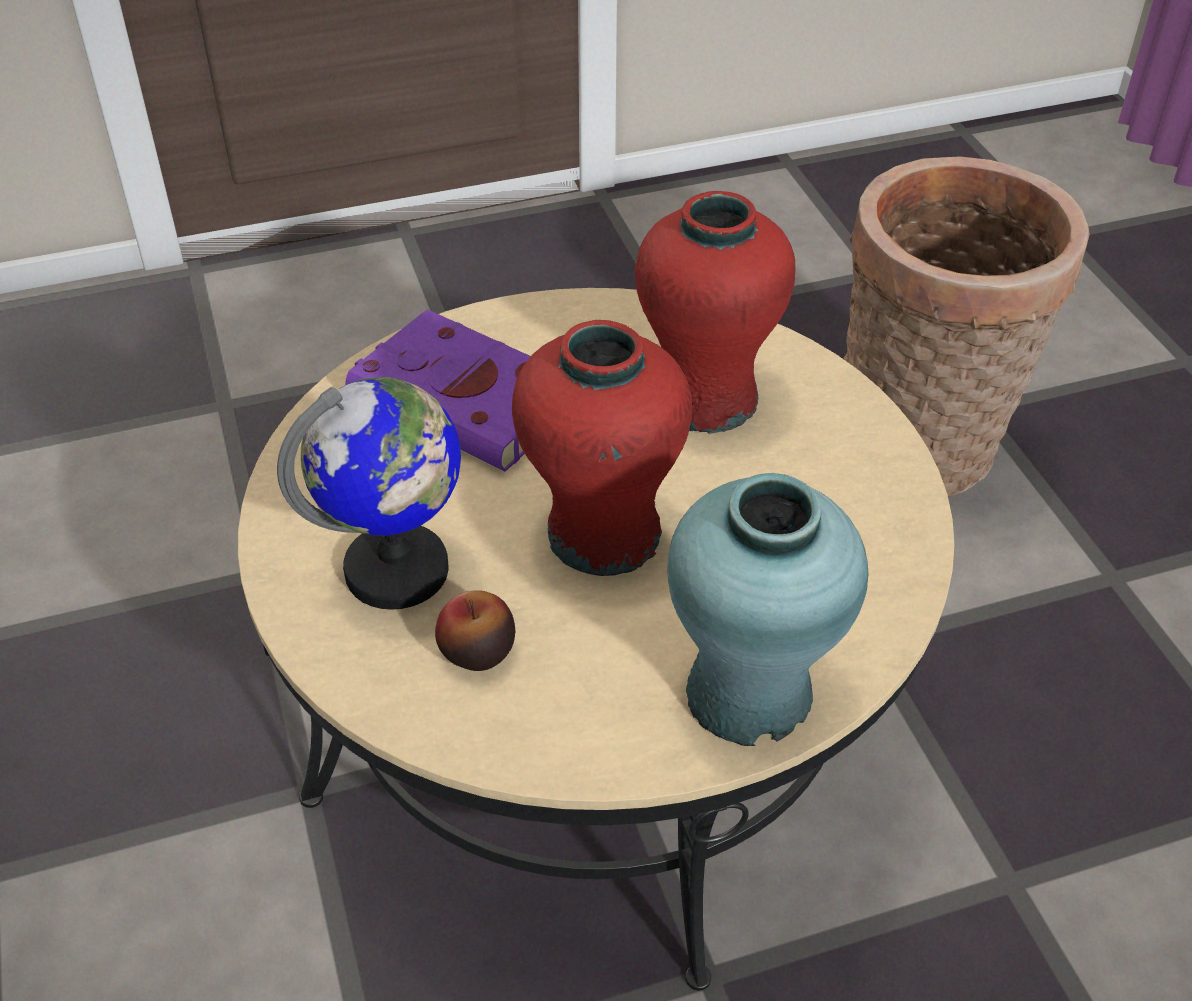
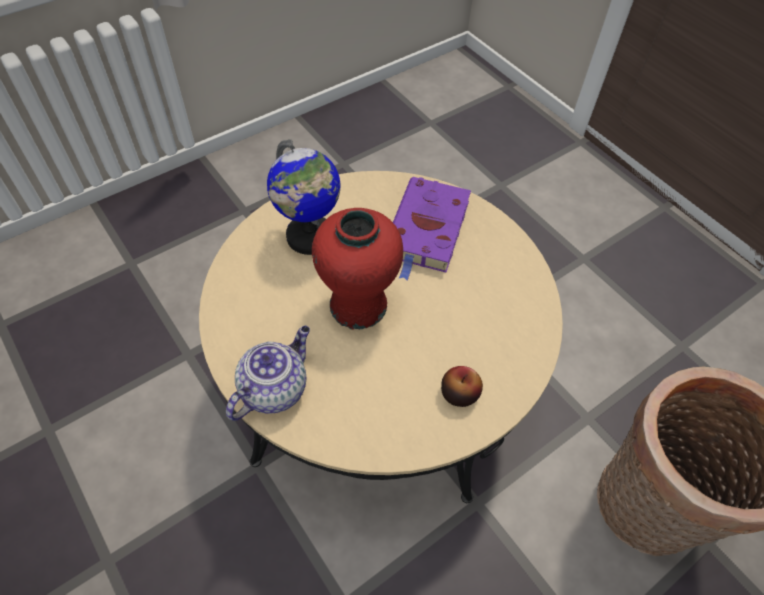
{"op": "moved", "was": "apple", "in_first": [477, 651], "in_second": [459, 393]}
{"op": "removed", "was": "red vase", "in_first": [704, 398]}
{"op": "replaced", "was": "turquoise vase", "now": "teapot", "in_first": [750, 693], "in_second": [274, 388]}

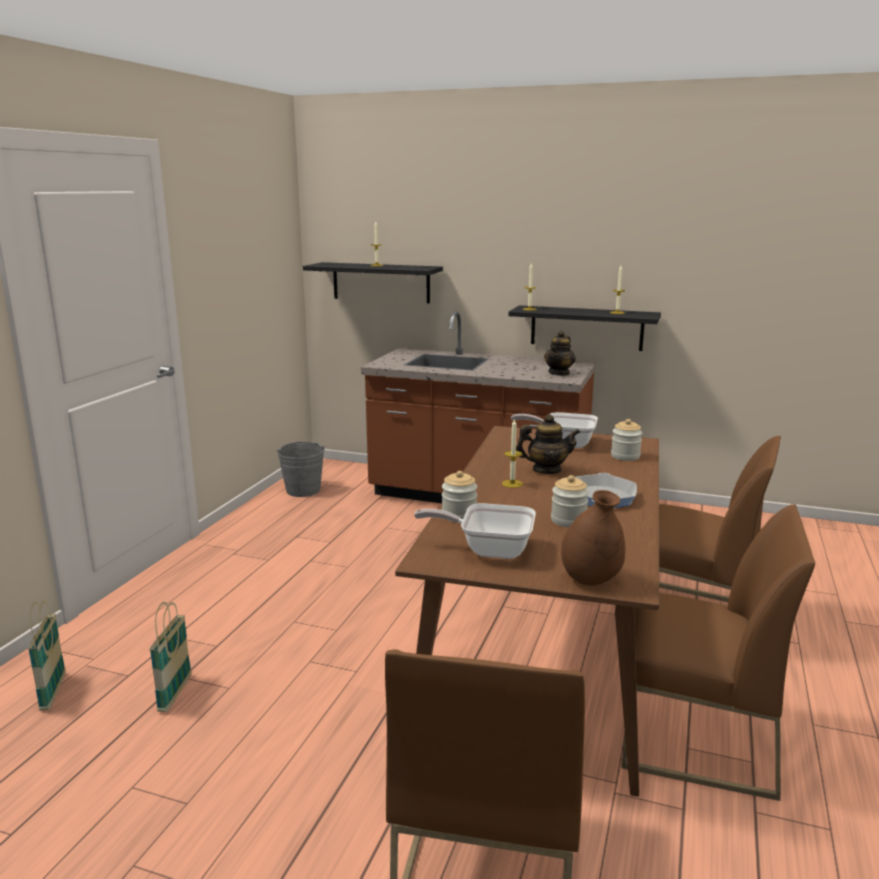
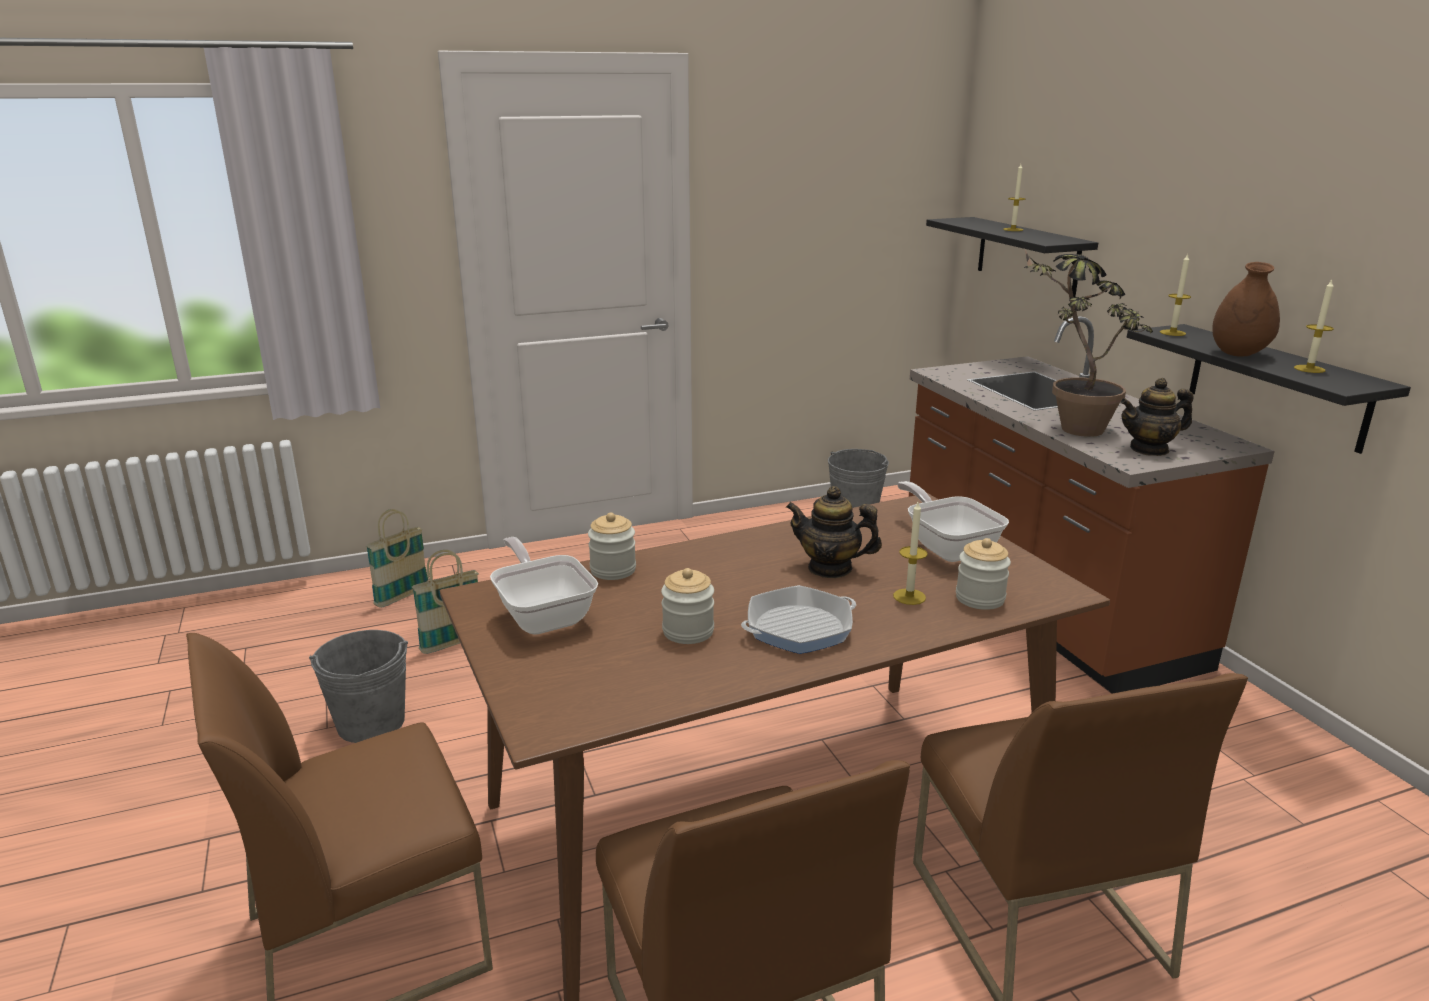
{"op": "moved", "was": "candle", "in_first": [512, 484], "in_second": [909, 597]}
{"op": "turned", "was": "teapot", "in_first": [546, 470], "in_second": [830, 568], "clockwise": 150}
{"op": "moved", "was": "brown vase", "in_first": [590, 580], "in_second": [1238, 354]}
{"op": "added", "now": "grey bucket", "in_second": [371, 723]}
{"op": "added", "now": "potted plant", "in_second": [1068, 426]}

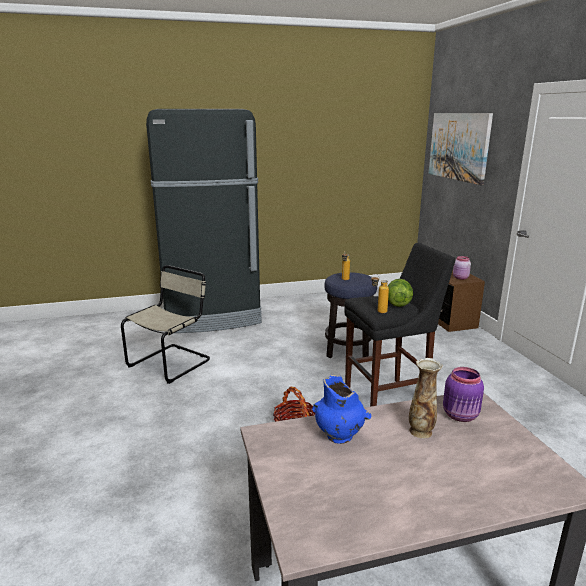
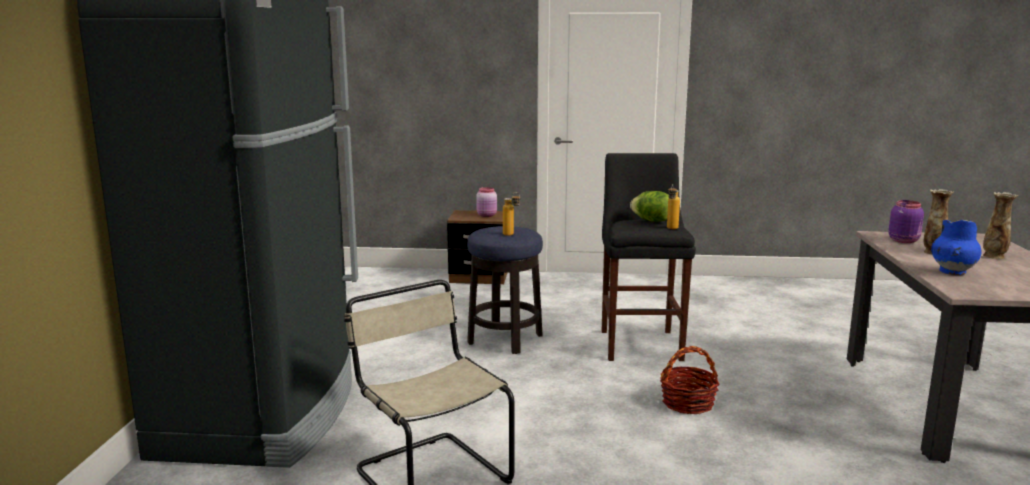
{"op": "removed", "was": "picture", "in_first": [459, 146]}
{"op": "added", "now": "vase", "in_second": [994, 256]}

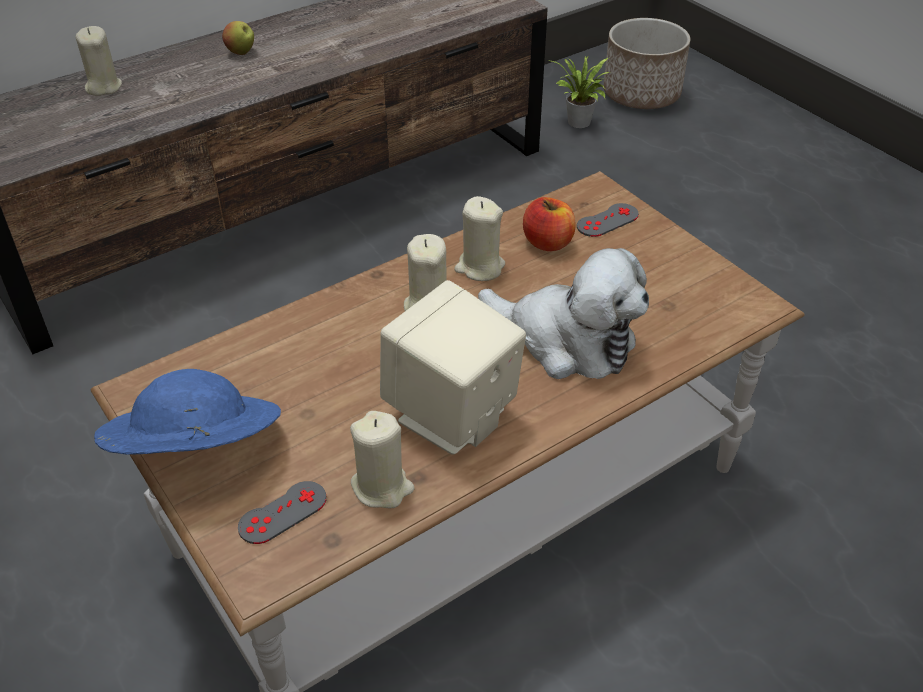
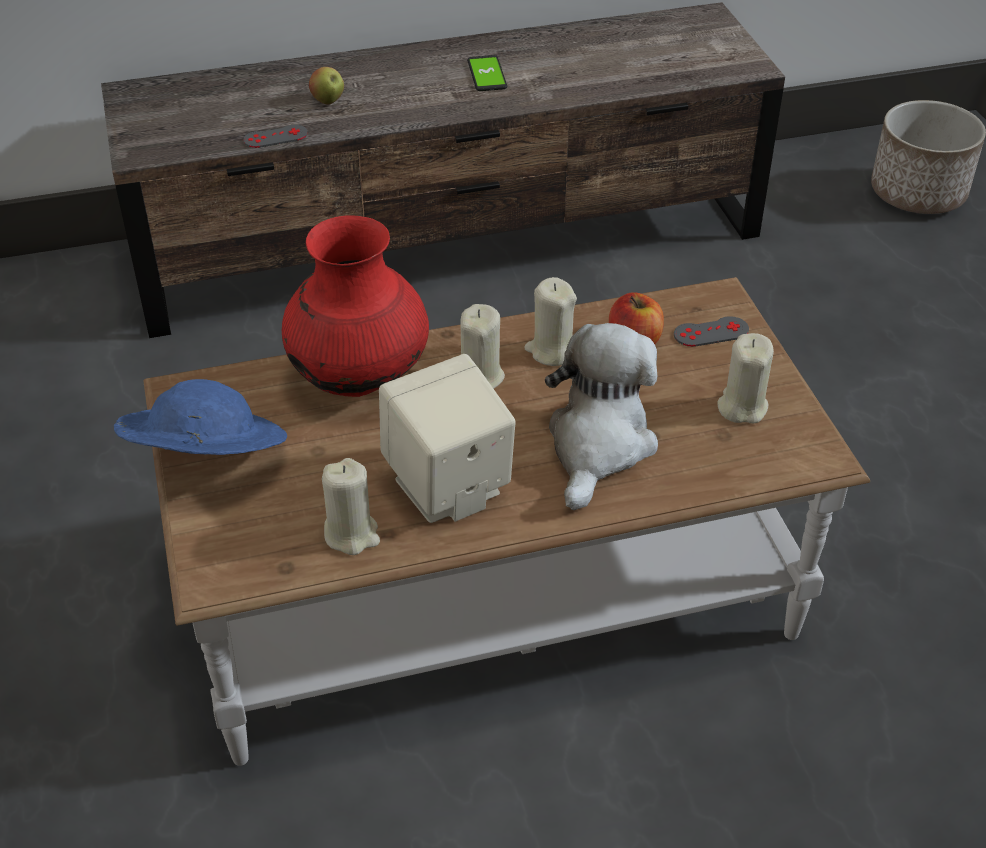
{"op": "moved", "was": "beige candle", "in_first": [103, 87], "in_second": [742, 407]}
{"op": "moved", "was": "apple", "in_first": [241, 52], "in_second": [328, 101]}
{"op": "moved", "was": "grey game controller", "in_first": [282, 512], "in_second": [275, 137]}
{"op": "turned", "was": "plush toy", "in_first": [567, 341], "in_second": [598, 445], "clockwise": -120}
{"op": "removed", "was": "potted plant", "in_first": [579, 124]}
{"op": "added", "now": "red vase", "in_second": [359, 378]}
{"op": "added", "now": "phone", "in_second": [487, 74]}

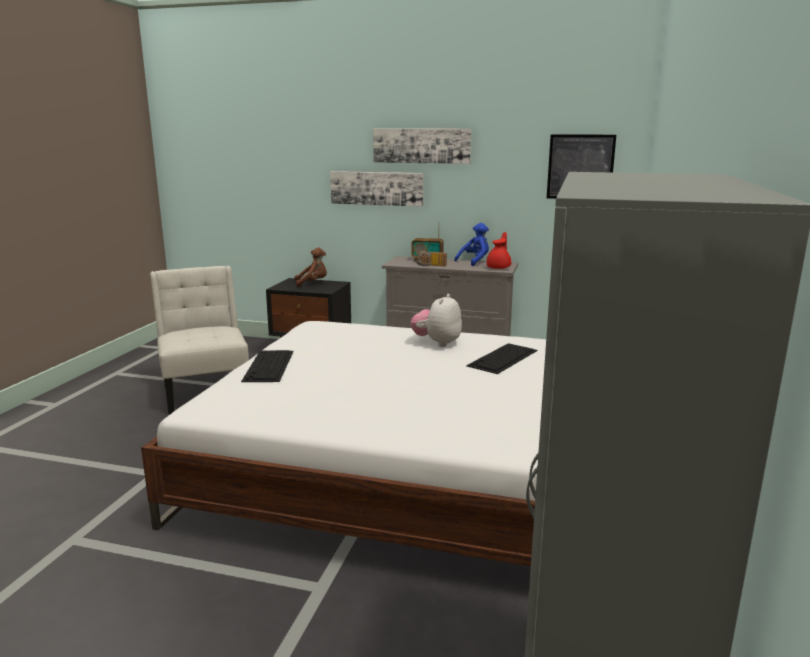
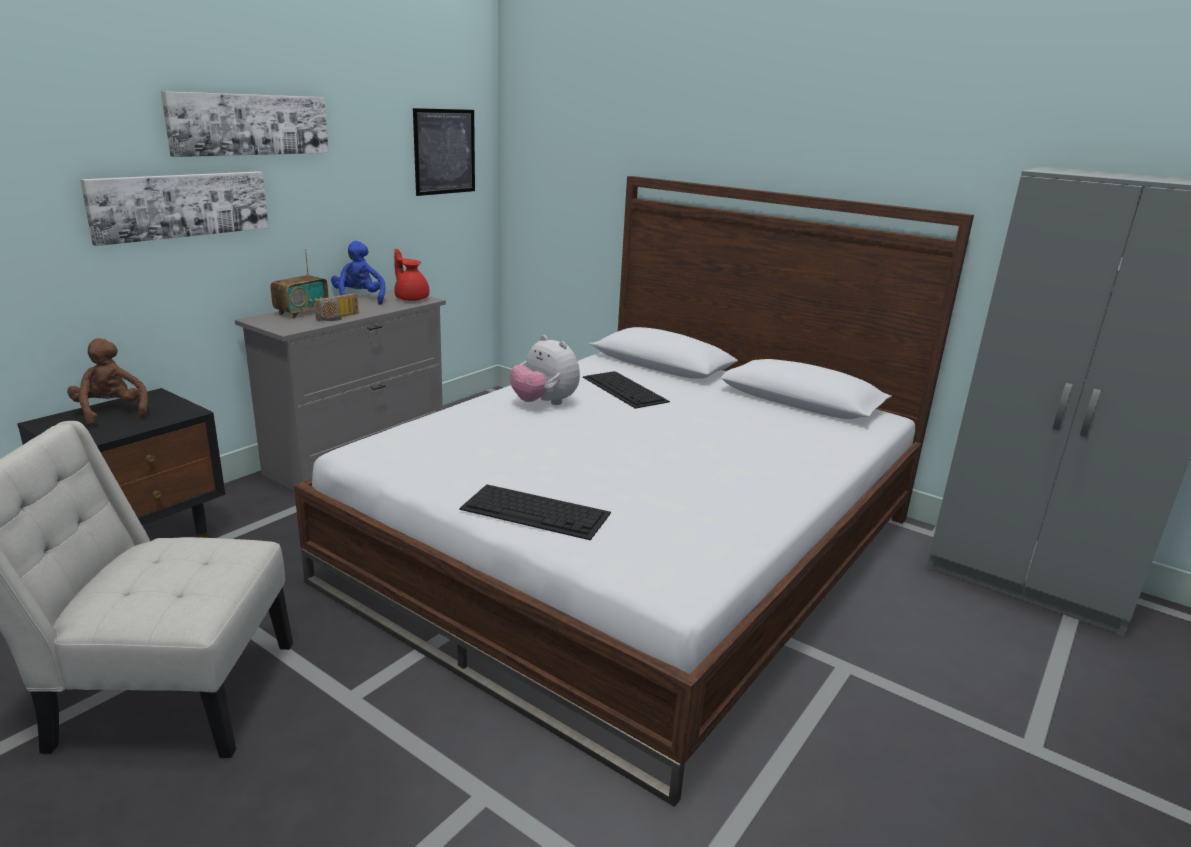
{"op": "turned", "was": "brown plush toy", "in_first": [313, 283], "in_second": [112, 412], "clockwise": -45}

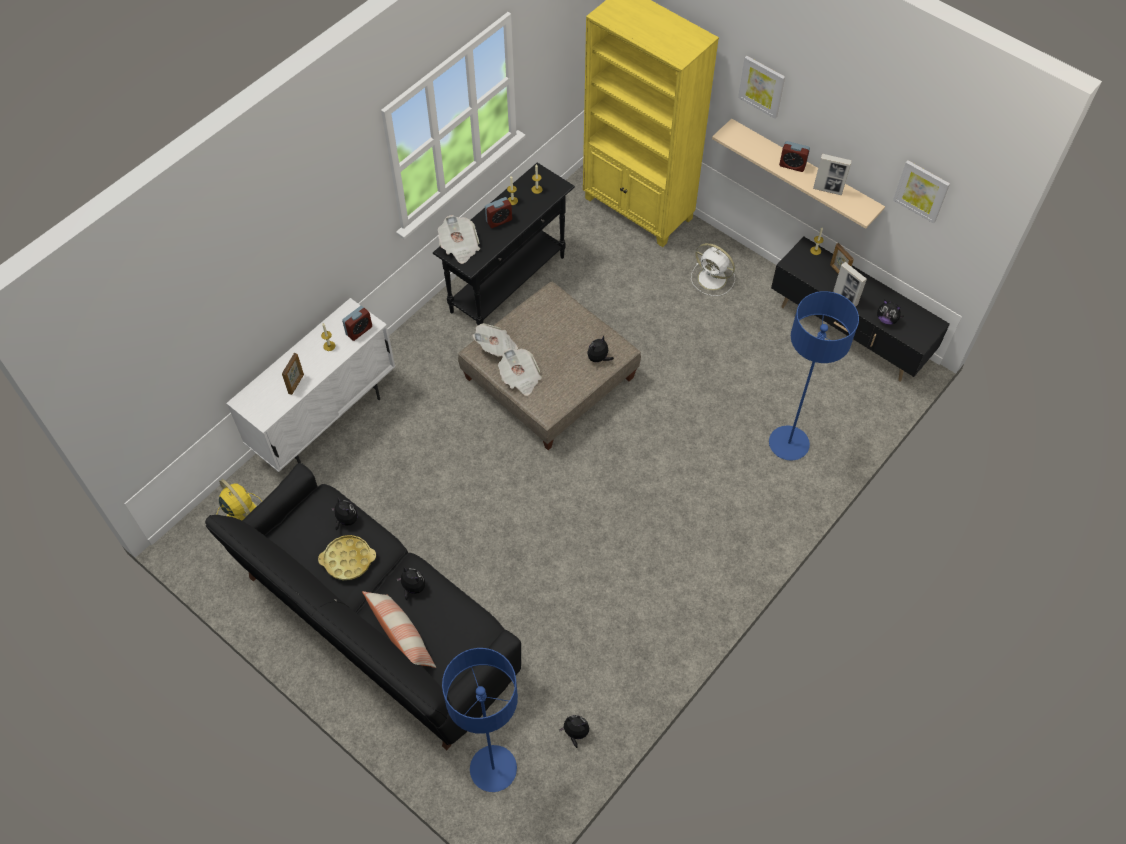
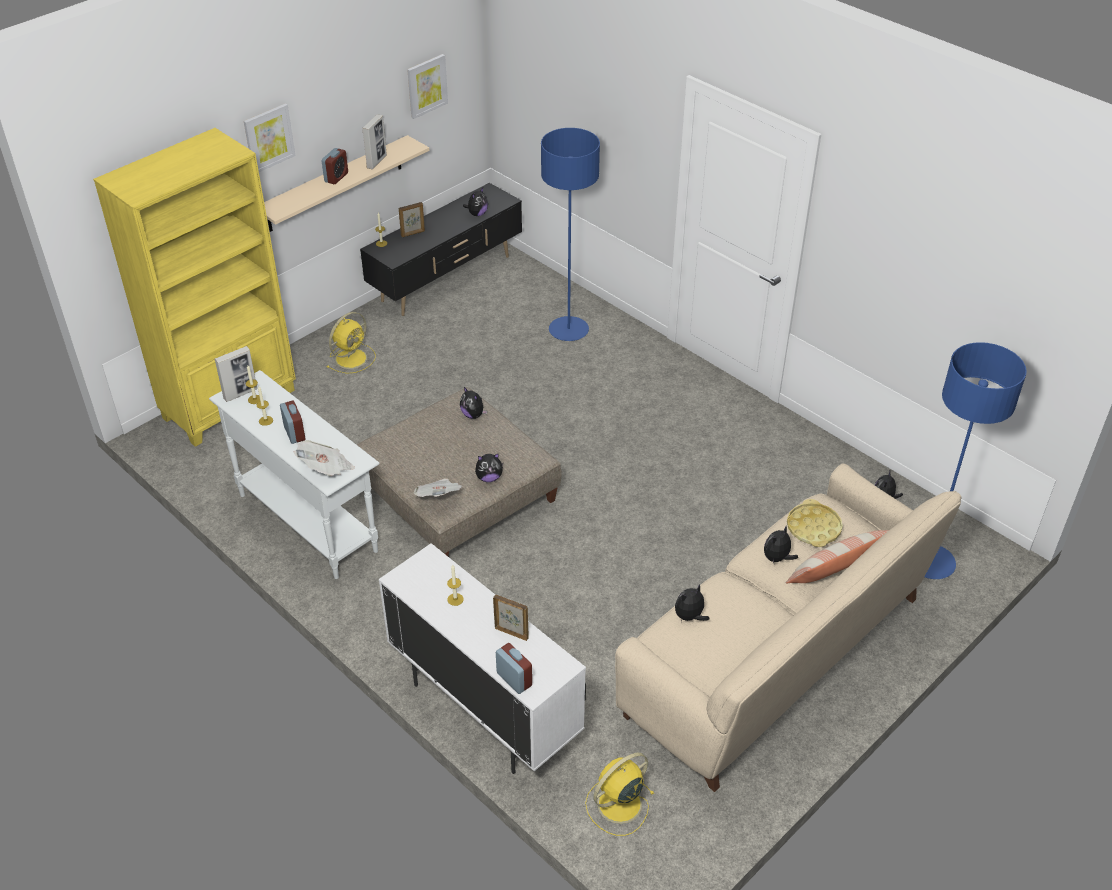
{"op": "recoloured", "was": "black sofa", "now": "beige sofa", "in_first": [378, 625], "in_second": [776, 657]}
{"op": "moved", "was": "yellow tray", "in_first": [348, 560], "in_second": [813, 528]}
{"op": "moved", "was": "alarm clock", "in_first": [359, 330], "in_second": [514, 679]}
{"op": "recoloured", "was": "black console table", "now": "white console table", "in_first": [508, 284], "in_second": [307, 522]}
{"op": "replaced", "was": "newspaper", "now": "plush toy", "in_first": [520, 378], "in_second": [489, 478]}
{"op": "recoloured", "was": "white fan", "now": "yellow fan", "in_first": [713, 279], "in_second": [352, 358]}
{"op": "moved", "was": "picture frame", "in_first": [845, 298], "in_second": [240, 394]}

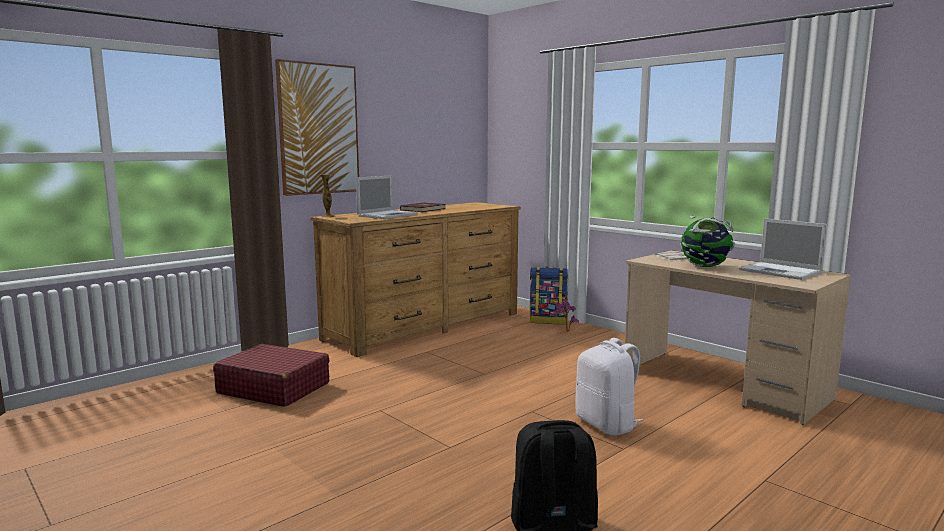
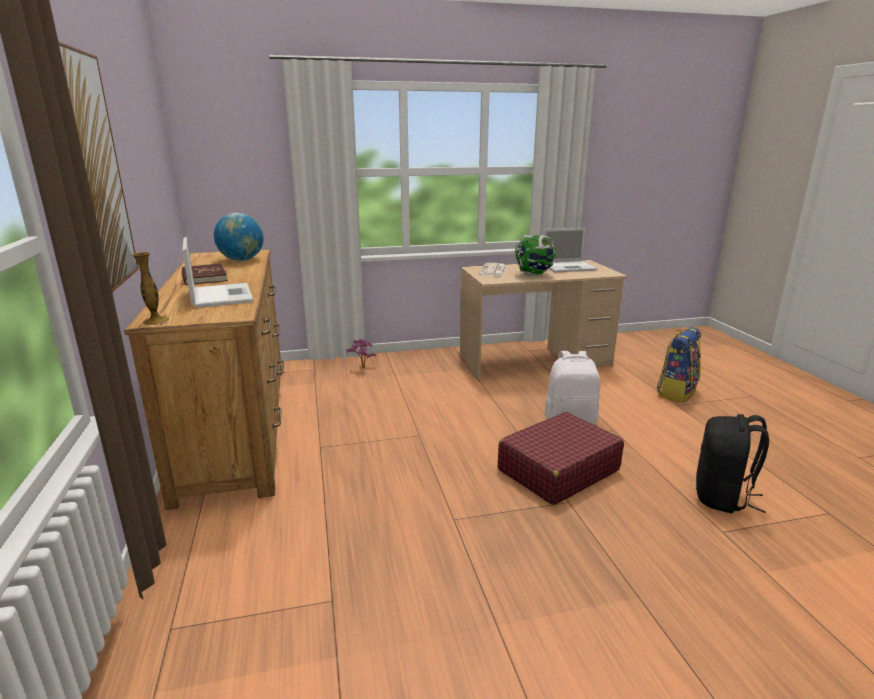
{"op": "moved", "was": "red suitcase", "in_first": [273, 388], "in_second": [557, 470]}
{"op": "moved", "was": "backpack", "in_first": [548, 320], "in_second": [676, 392]}
{"op": "added", "now": "globe", "in_second": [242, 260]}

